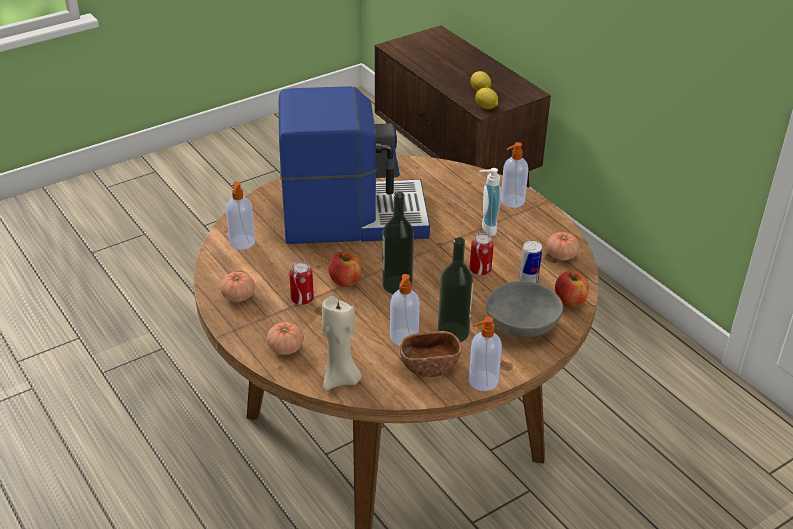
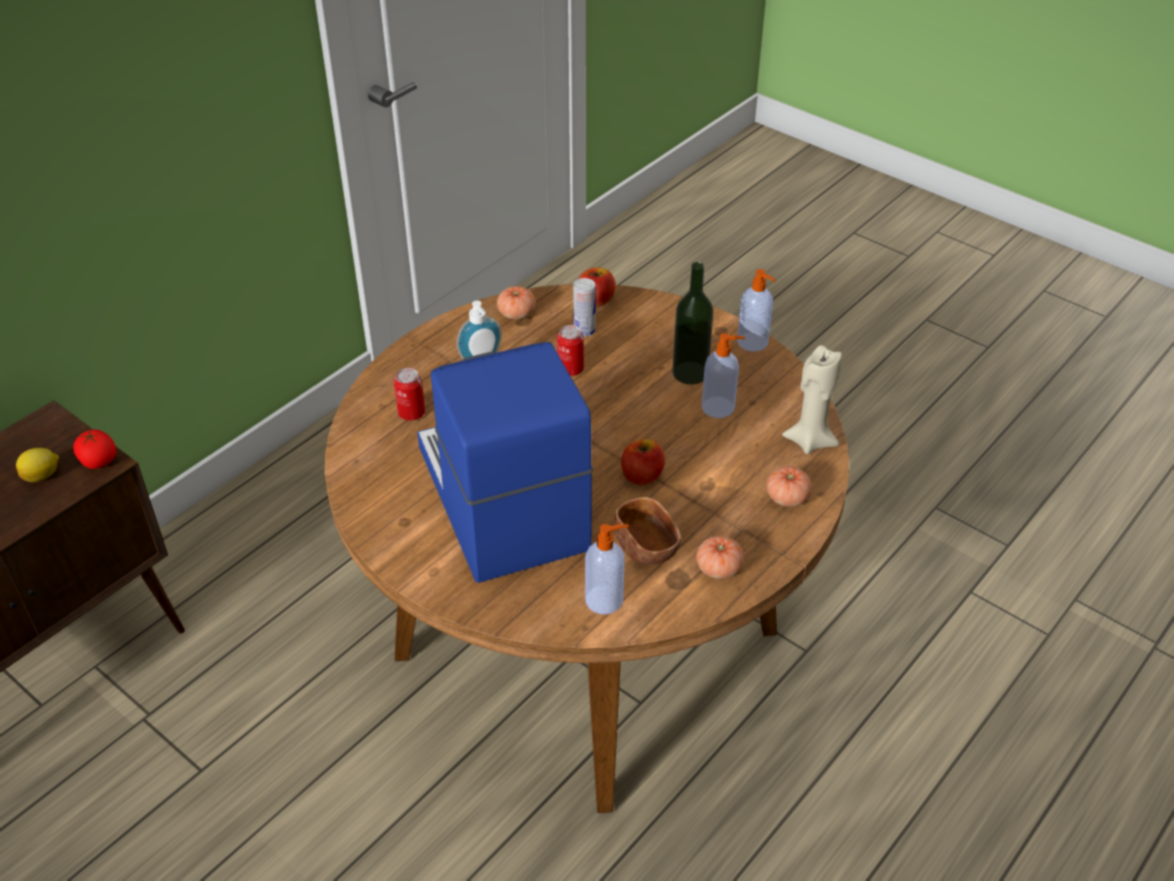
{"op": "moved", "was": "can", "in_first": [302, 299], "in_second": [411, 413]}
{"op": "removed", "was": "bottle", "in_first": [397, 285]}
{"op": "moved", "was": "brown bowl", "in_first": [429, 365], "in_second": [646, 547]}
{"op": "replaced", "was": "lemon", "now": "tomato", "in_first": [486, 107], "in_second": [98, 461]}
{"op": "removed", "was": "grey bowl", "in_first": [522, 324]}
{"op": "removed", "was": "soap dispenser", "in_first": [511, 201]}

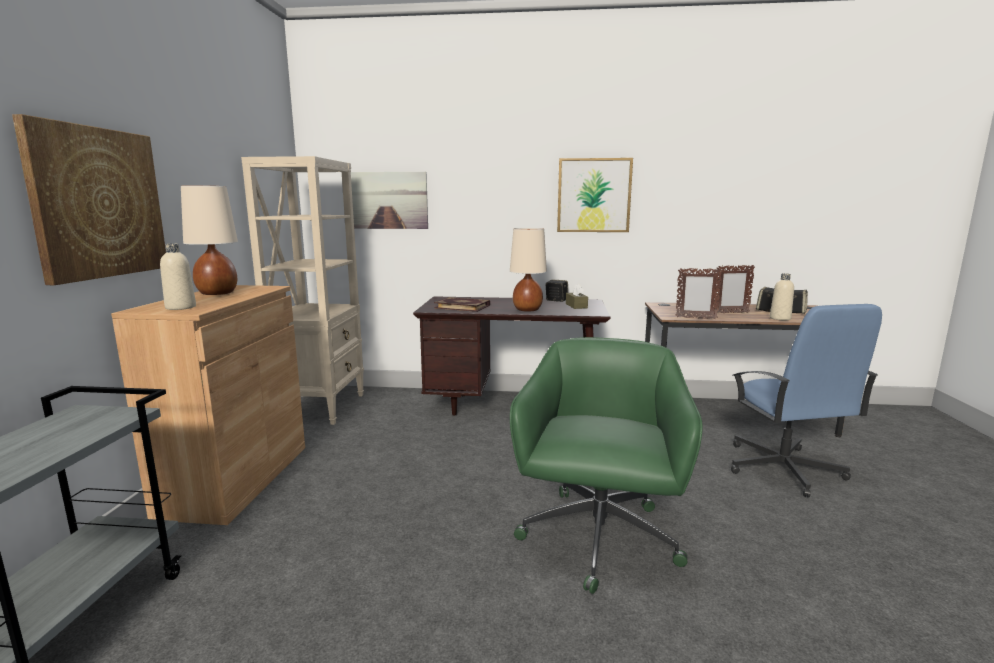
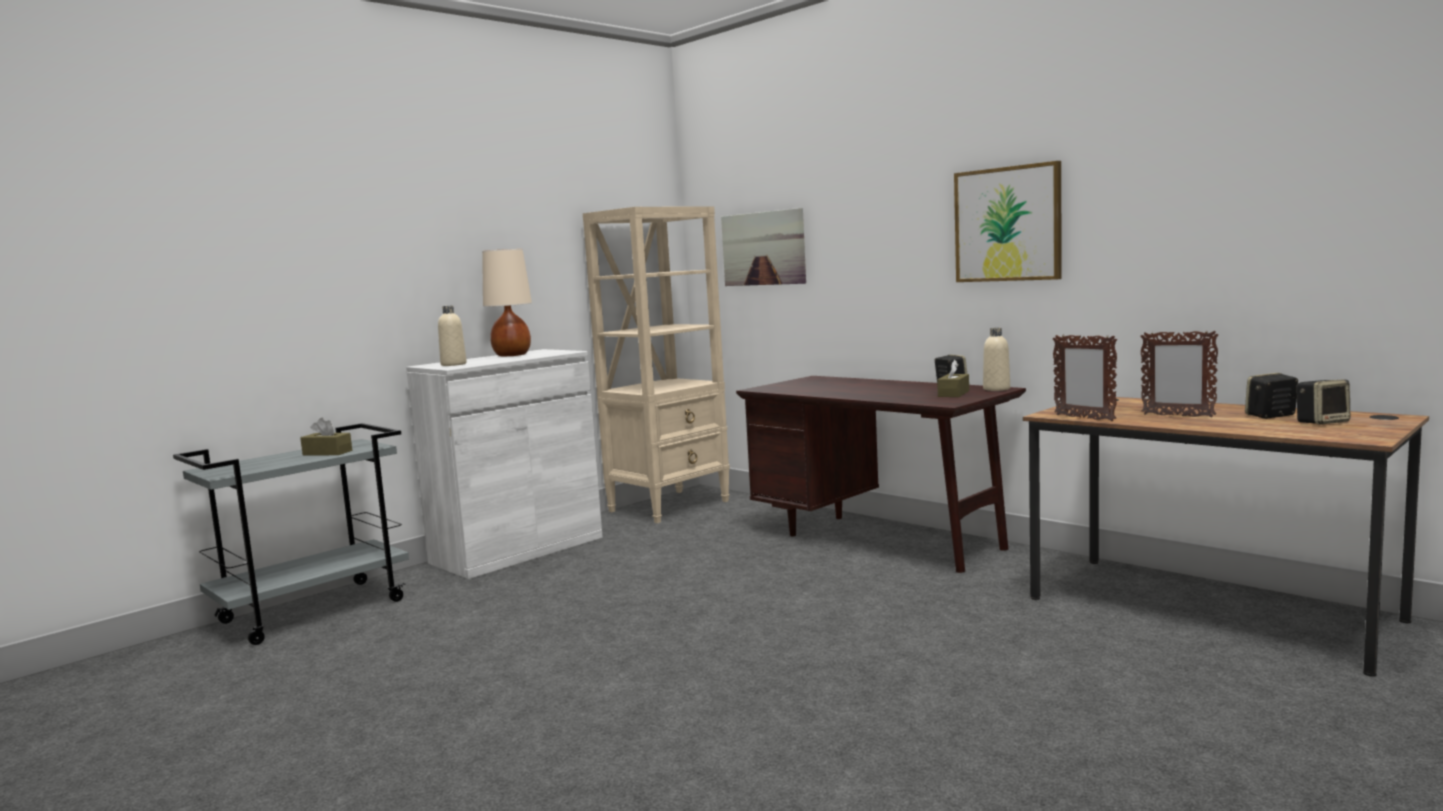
{"op": "removed", "was": "picture", "in_first": [98, 203]}
{"op": "recoloured", "was": "brown cabinet", "now": "white cabinet", "in_first": [236, 479], "in_second": [517, 550]}
{"op": "removed", "was": "book", "in_first": [462, 306]}
{"op": "removed", "was": "beige table lamp", "in_first": [527, 310]}
{"op": "removed", "was": "green office chair", "in_first": [598, 540]}
{"op": "removed", "was": "blue office chair", "in_first": [783, 469]}
{"op": "moved", "was": "beige bottle", "in_first": [780, 318], "in_second": [996, 389]}
{"op": "added", "now": "brown tissue box", "in_second": [327, 453]}

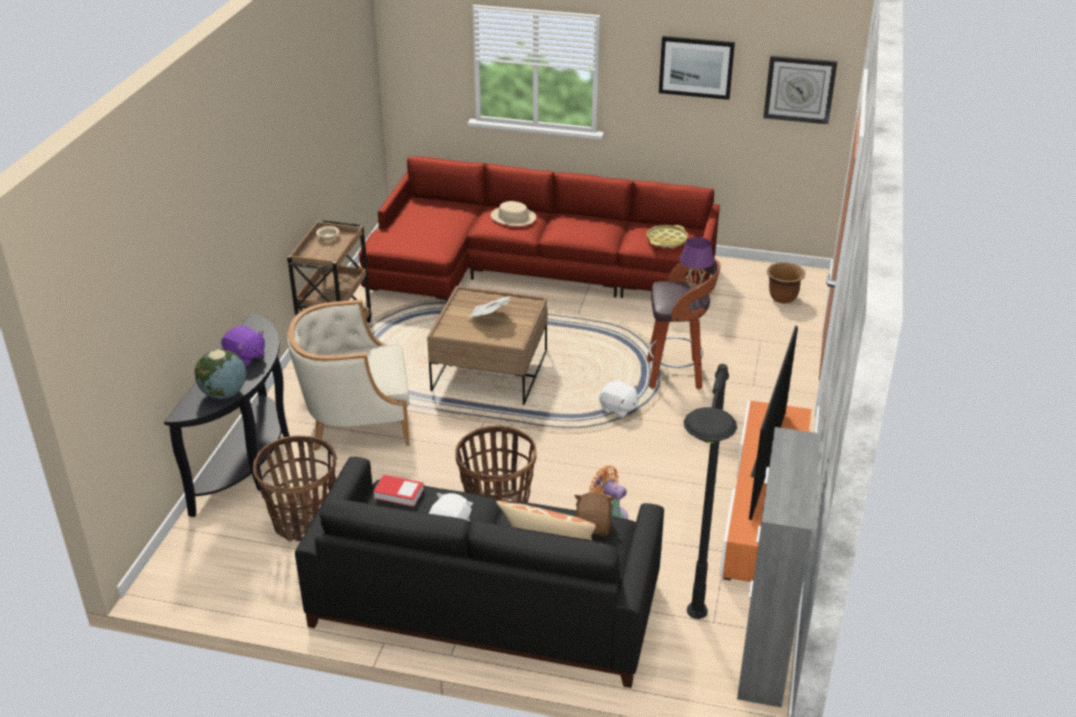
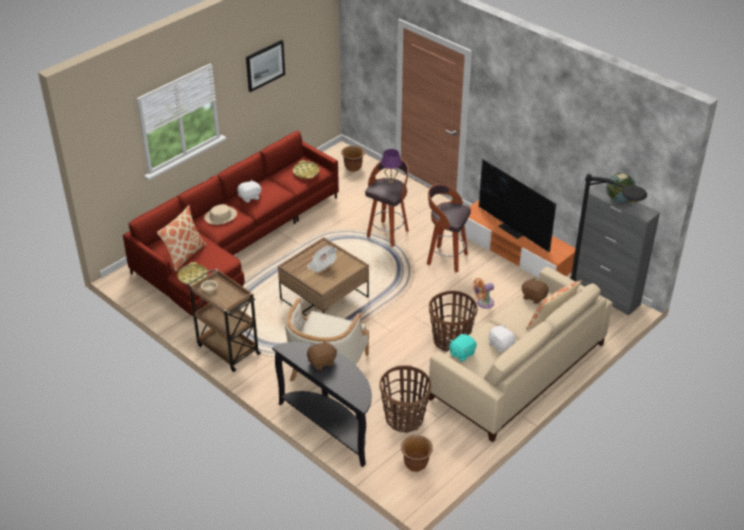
{"op": "moved", "was": "globe", "in_first": [224, 394], "in_second": [618, 199]}
{"op": "recoloured", "was": "purple plush toy", "now": "brown plush toy", "in_first": [245, 357], "in_second": [322, 362]}
{"op": "recoloured", "was": "black sofa", "now": "beige sofa", "in_first": [485, 602], "in_second": [517, 370]}
{"op": "replaced", "was": "book", "now": "turquoise plush toy", "in_first": [399, 493], "in_second": [461, 353]}
{"op": "moved", "was": "white plush toy", "in_first": [618, 409], "in_second": [250, 197]}
{"op": "removed", "was": "wall clock", "in_first": [799, 89]}
{"op": "added", "now": "pillow", "in_second": [184, 255]}
{"op": "added", "now": "yellow tray", "in_second": [192, 276]}
{"op": "added", "now": "brown planter", "in_second": [415, 464]}
{"op": "added", "now": "stool", "in_second": [446, 259]}

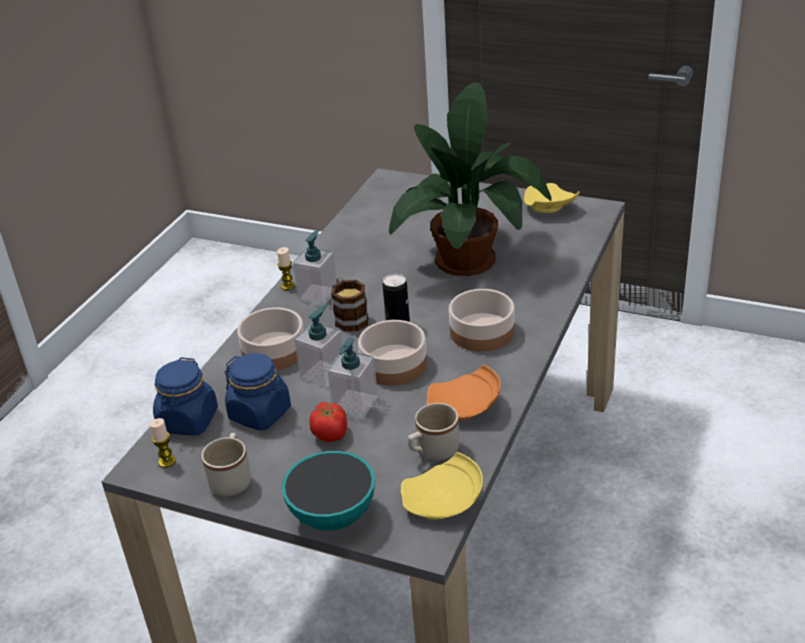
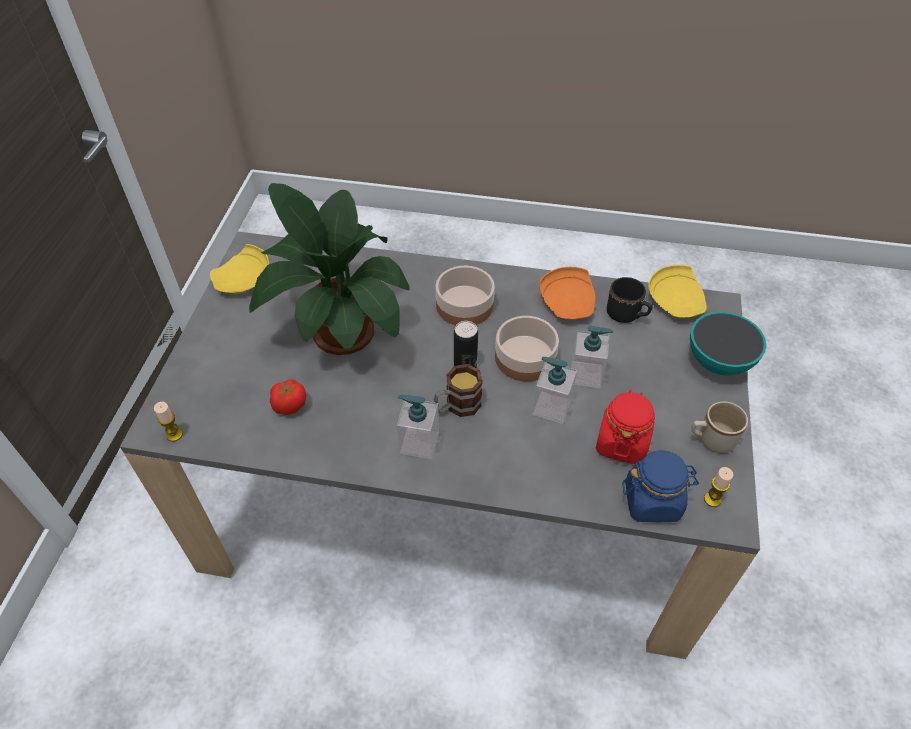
{"op": "recoloured", "was": "blue jar", "now": "red jar", "in_first": [260, 413], "in_second": [622, 442]}
{"op": "removed", "was": "bowl", "in_first": [275, 351]}
{"op": "moved", "was": "candle", "in_first": [288, 286], "in_second": [174, 434]}
{"op": "moved", "was": "tomato", "in_first": [330, 434], "in_second": [289, 406]}
{"op": "recoloured", "was": "beige mug", "now": "black mug", "in_first": [432, 452], "in_second": [627, 315]}

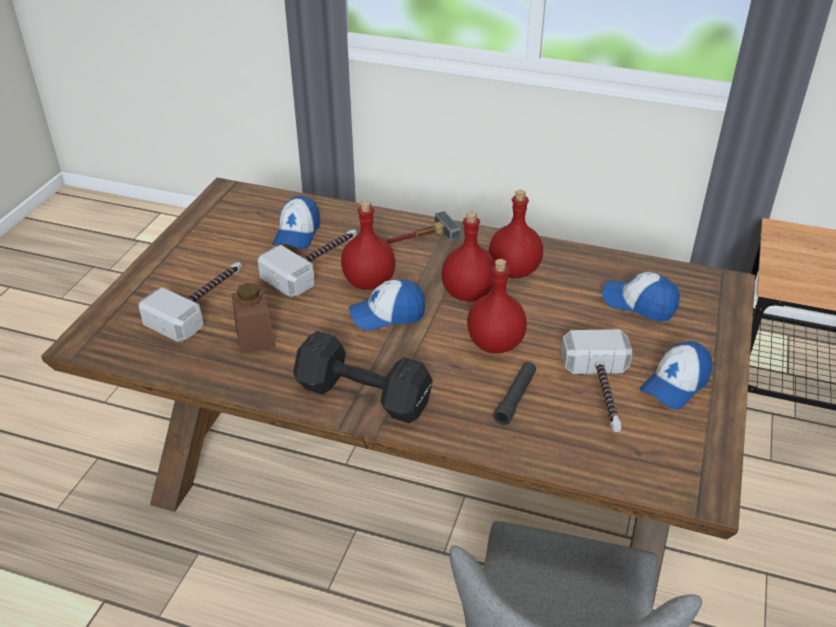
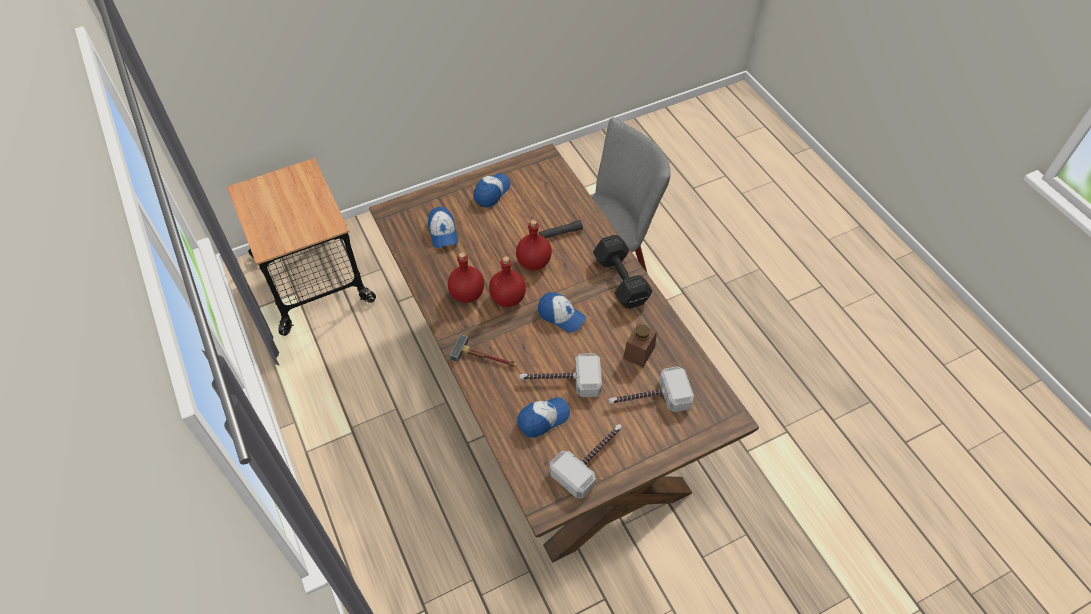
{"op": "removed", "was": "red bottle", "in_first": [368, 283]}
{"op": "moved", "was": "hammer", "in_first": [602, 393], "in_second": [591, 458]}
{"op": "turned", "was": "cap", "in_first": [675, 384], "in_second": [491, 192], "clockwise": -60}

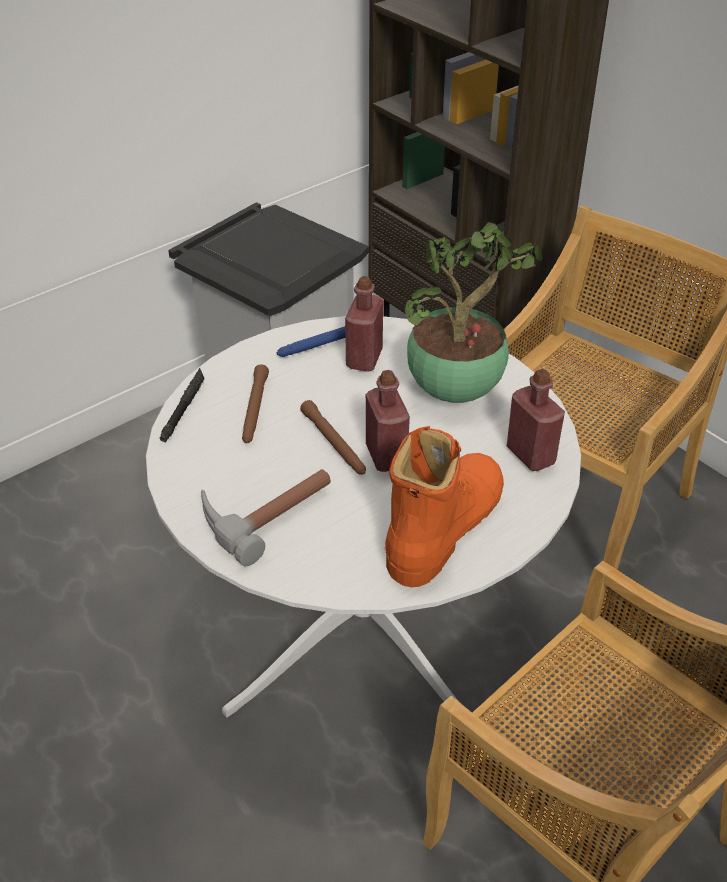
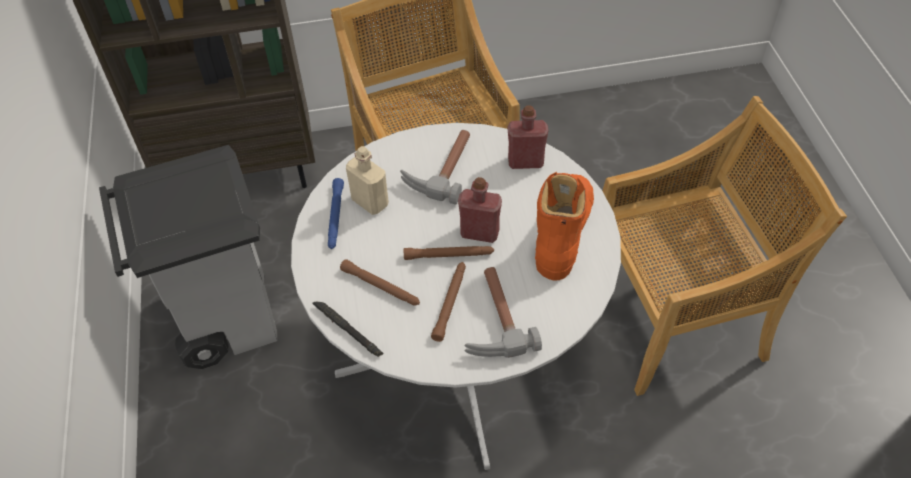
{"op": "recoloured", "was": "red bottle", "now": "beige bottle", "in_first": [364, 359], "in_second": [370, 202]}
{"op": "turned", "was": "orange boot", "in_first": [443, 528], "in_second": [563, 232], "clockwise": 45}
{"op": "replaced", "was": "potted plant", "now": "hammer", "in_first": [457, 391], "in_second": [440, 168]}
{"op": "added", "now": "brown flashlight", "in_second": [450, 302]}

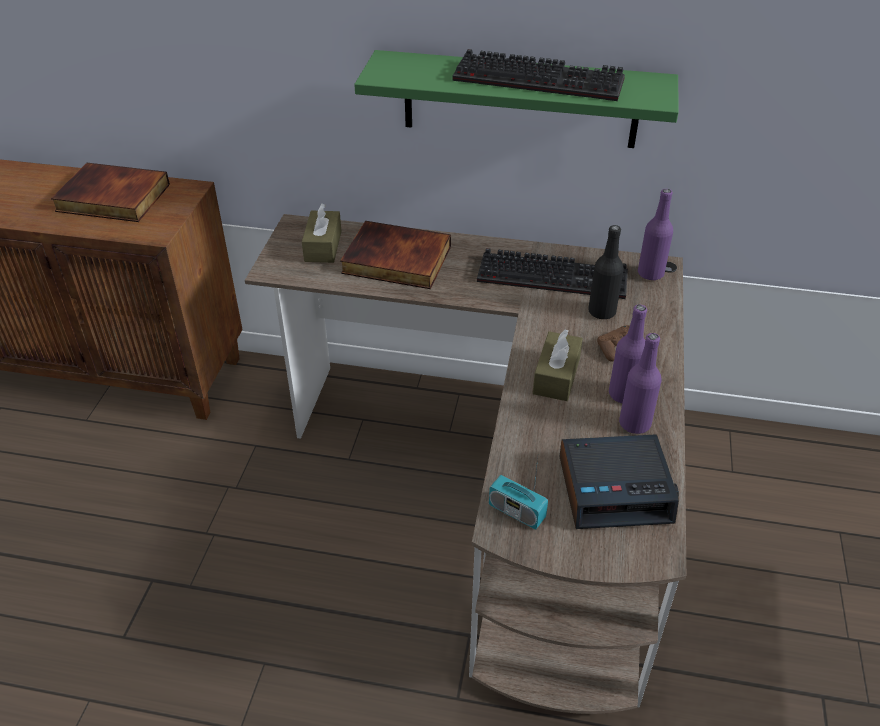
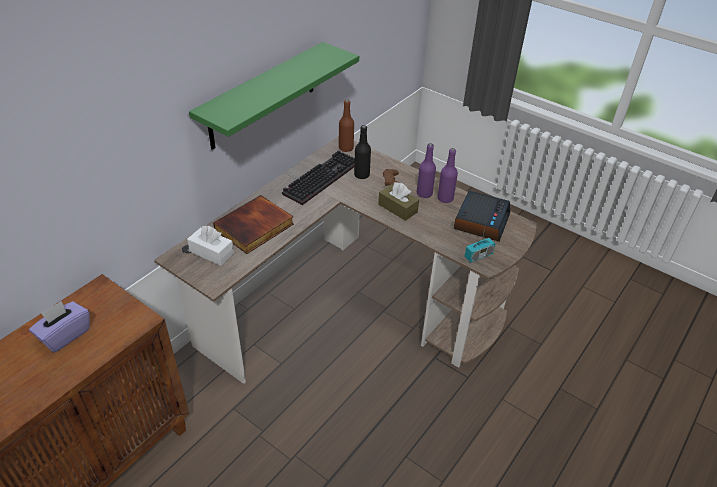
{"op": "replaced", "was": "book", "now": "purple tissue box", "in_first": [112, 198], "in_second": [65, 335]}
{"op": "recoloured", "was": "brown tissue box", "now": "white tissue box", "in_first": [323, 246], "in_second": [211, 252]}
{"op": "removed", "was": "keyboard", "in_first": [541, 79]}
{"op": "recoloured", "was": "purple bottle", "now": "brown bottle", "in_first": [650, 273], "in_second": [346, 148]}

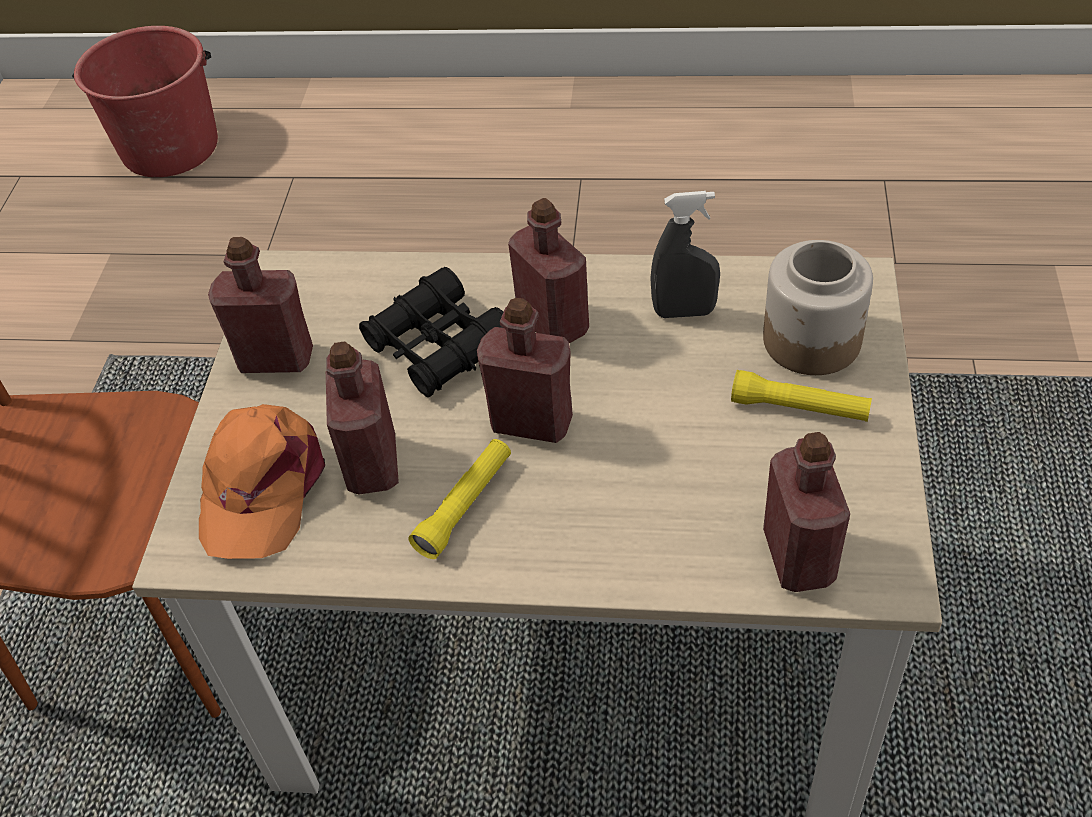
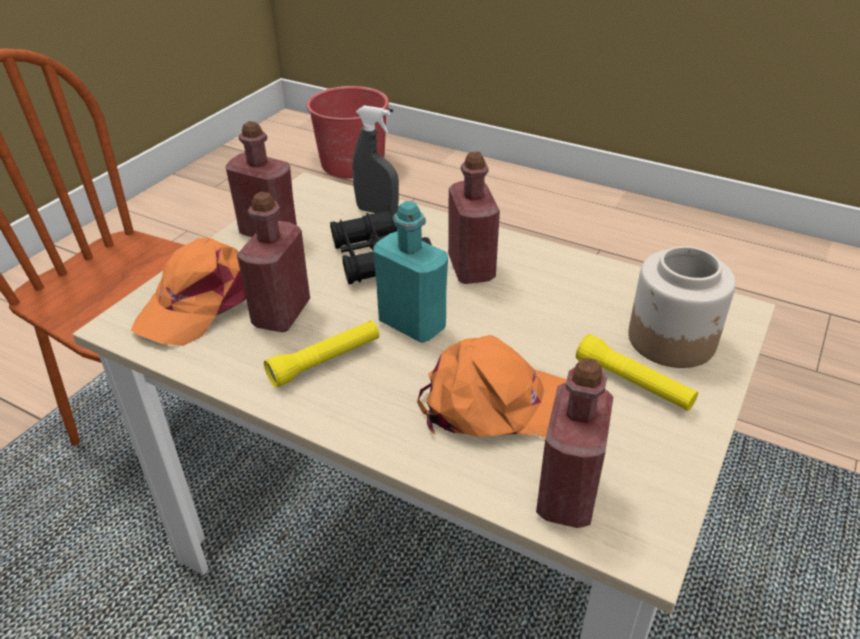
{"op": "recoloured", "was": "red bottle", "now": "turquoise bottle", "in_first": [531, 422], "in_second": [412, 324]}
{"op": "moved", "was": "grey spray bottle", "in_first": [684, 312], "in_second": [377, 211]}
{"op": "added", "now": "orange cap", "in_second": [496, 404]}

